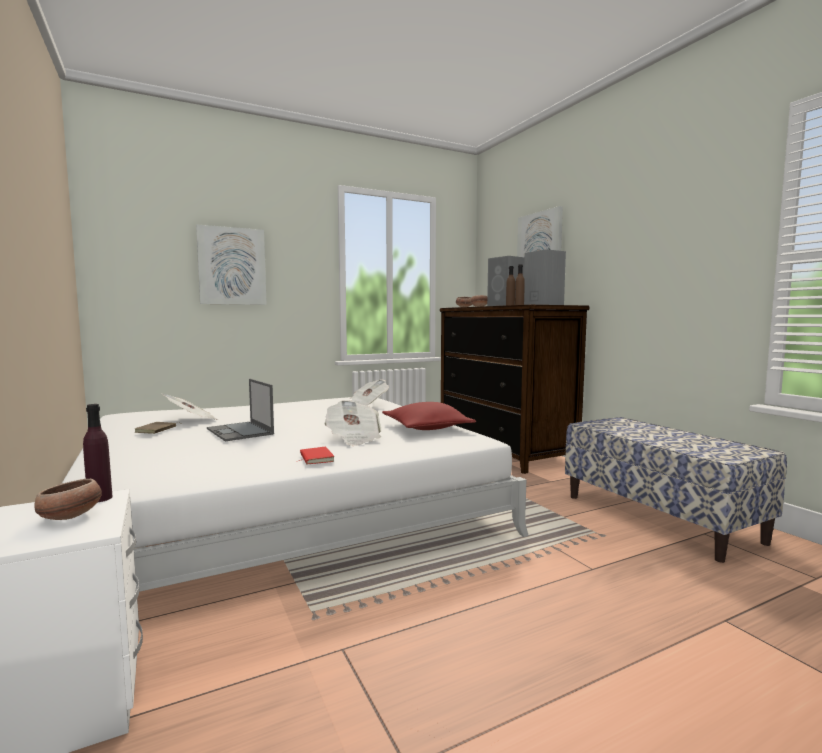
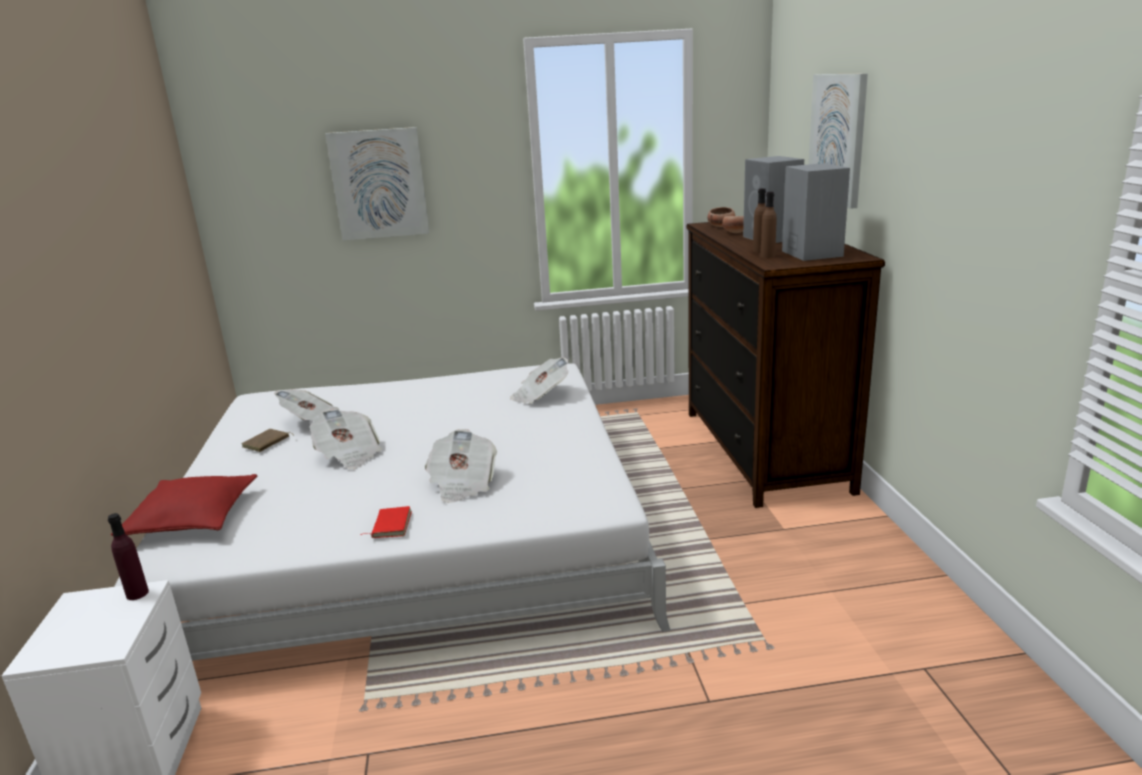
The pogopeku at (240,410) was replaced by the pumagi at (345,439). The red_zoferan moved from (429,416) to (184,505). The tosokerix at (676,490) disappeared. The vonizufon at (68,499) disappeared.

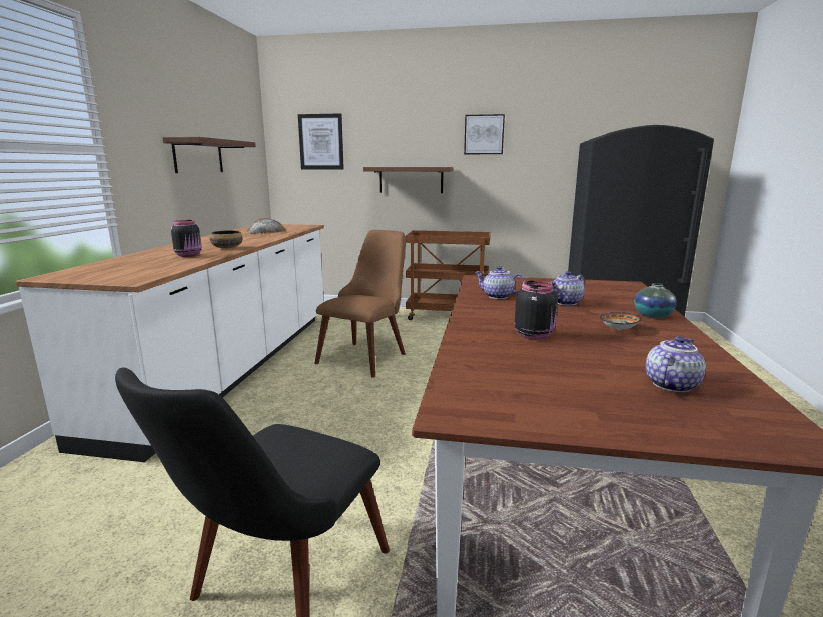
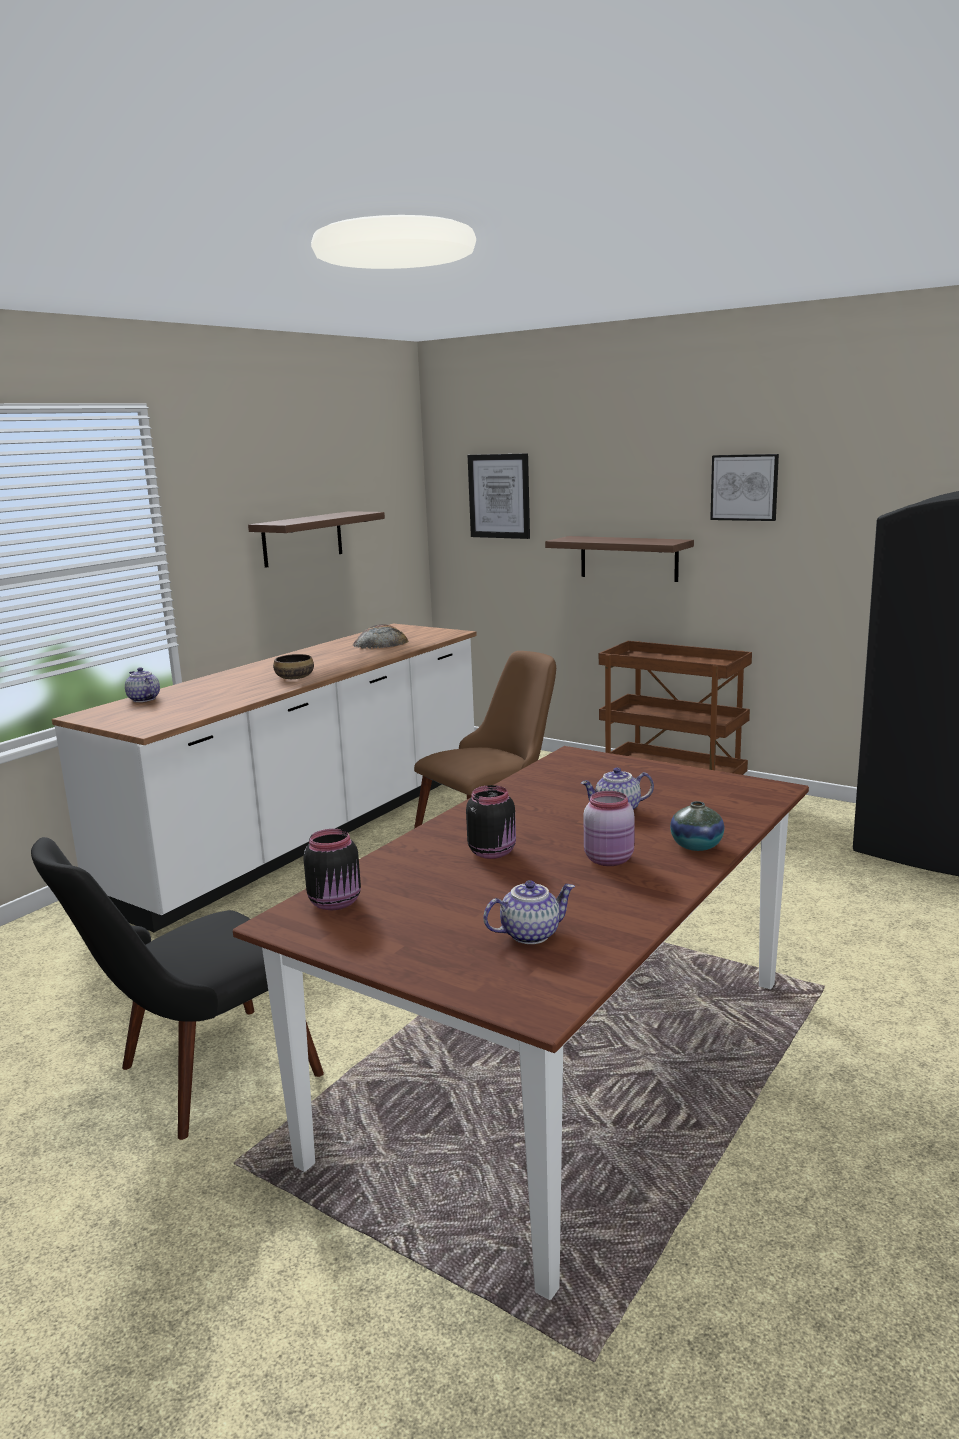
The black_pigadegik moved from (186,238) to (332,869). The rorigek moved from (500,282) to (142,684). The vonizufon at (621,321) was replaced by the pink_pigadegik at (609,828).

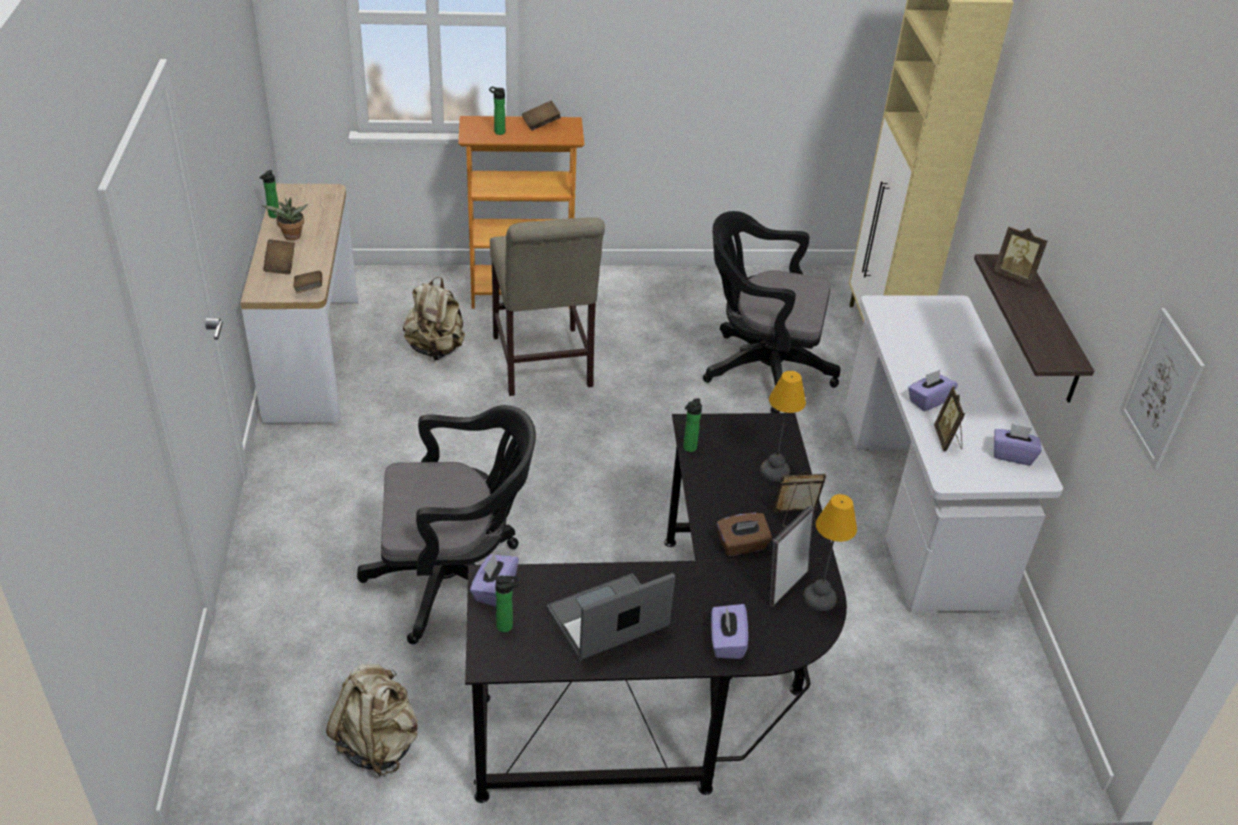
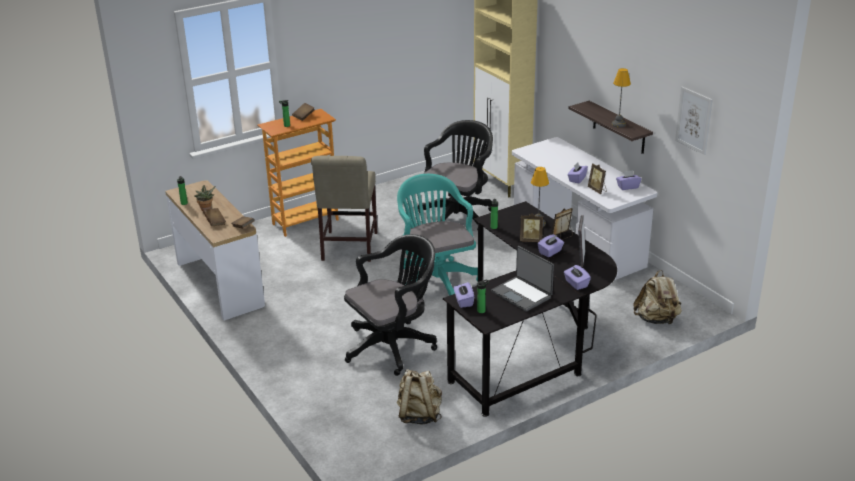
The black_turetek at (772,312) turned 135 degrees clockwise. The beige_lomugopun at (547,307) turned 45 degrees clockwise. The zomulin moved from (1020,256) to (531,227). The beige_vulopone moved from (434,318) to (658,297). The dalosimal moved from (830,552) to (621,98). The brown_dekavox at (744,534) became the purple_dekavox at (551,245). The pogopeku at (611,616) turned 75 degrees counterclockwise. The turquoise_turetek at (437,234) appeared.

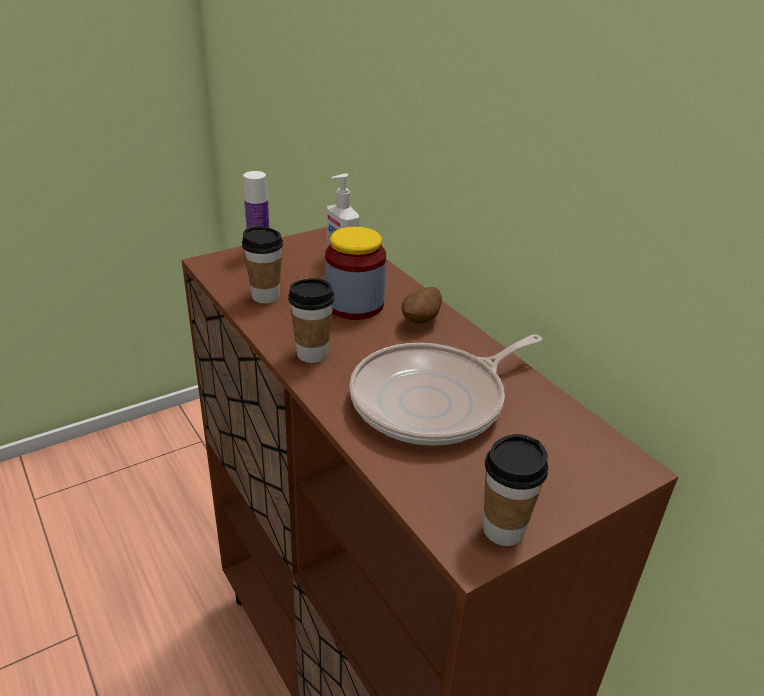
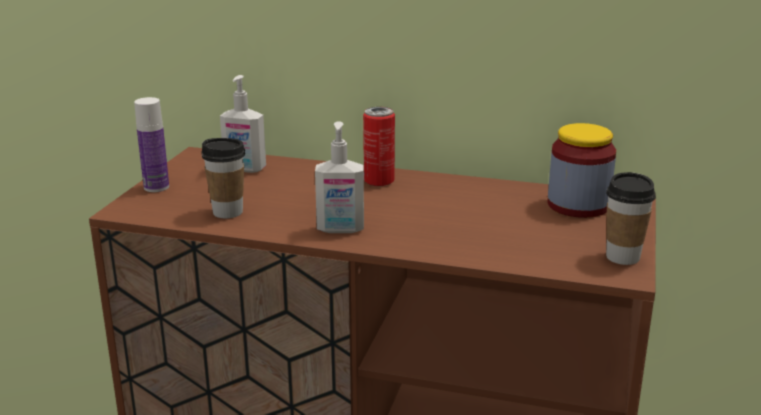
The pigadegik moved from (355,273) to (582,170). The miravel at (311,320) was replaced by the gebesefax at (339,177). The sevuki at (422,305) was replaced by the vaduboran at (379,146). The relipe at (445,390) disappeared.

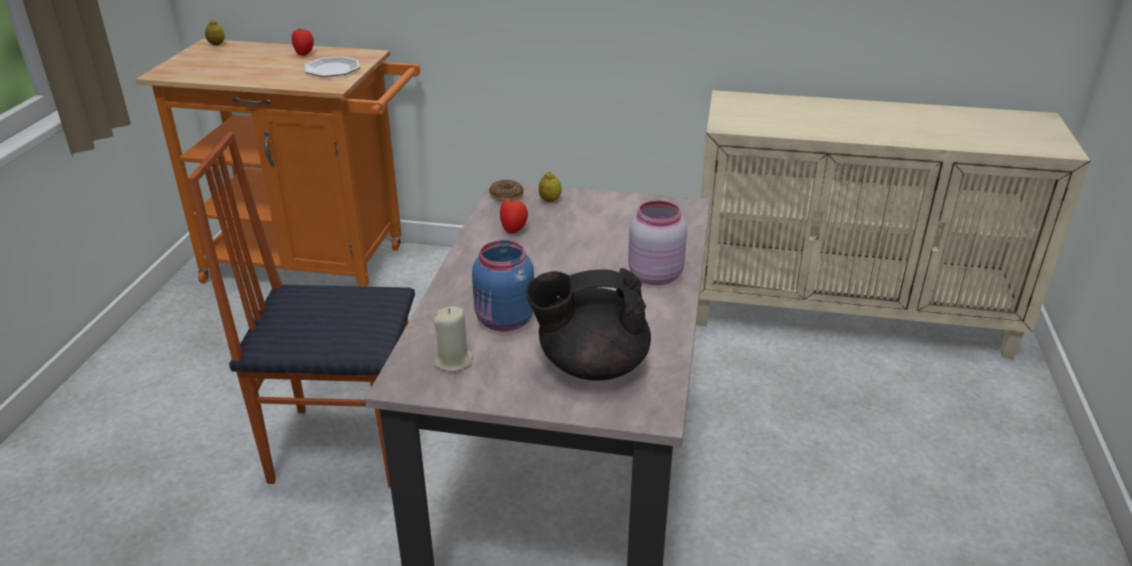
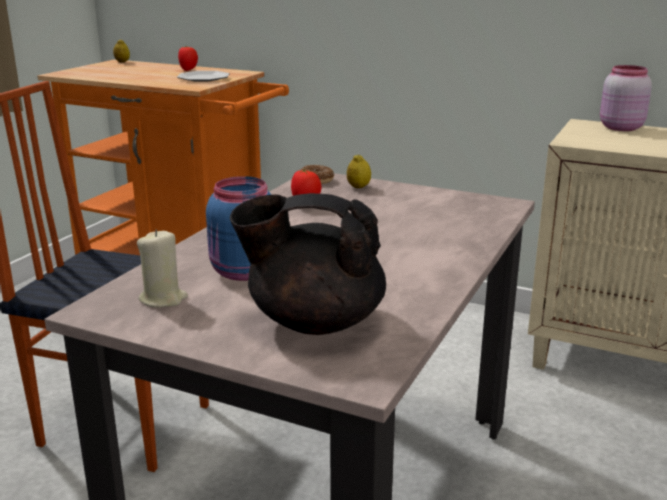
The pink_pigadegik moved from (657,243) to (626,98).

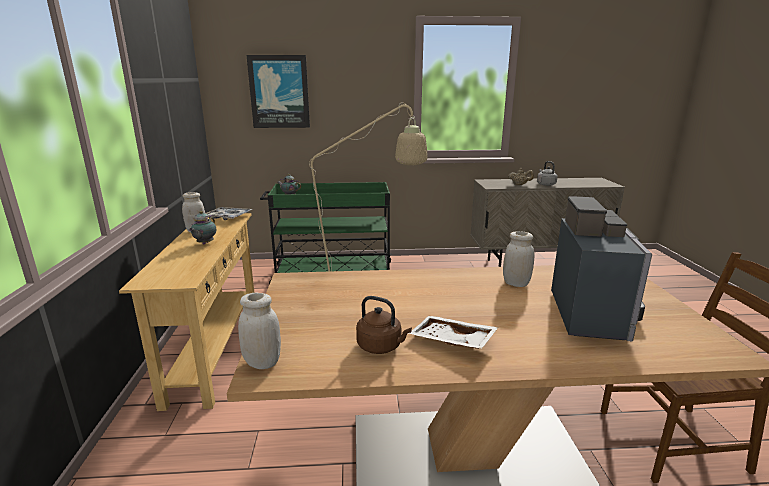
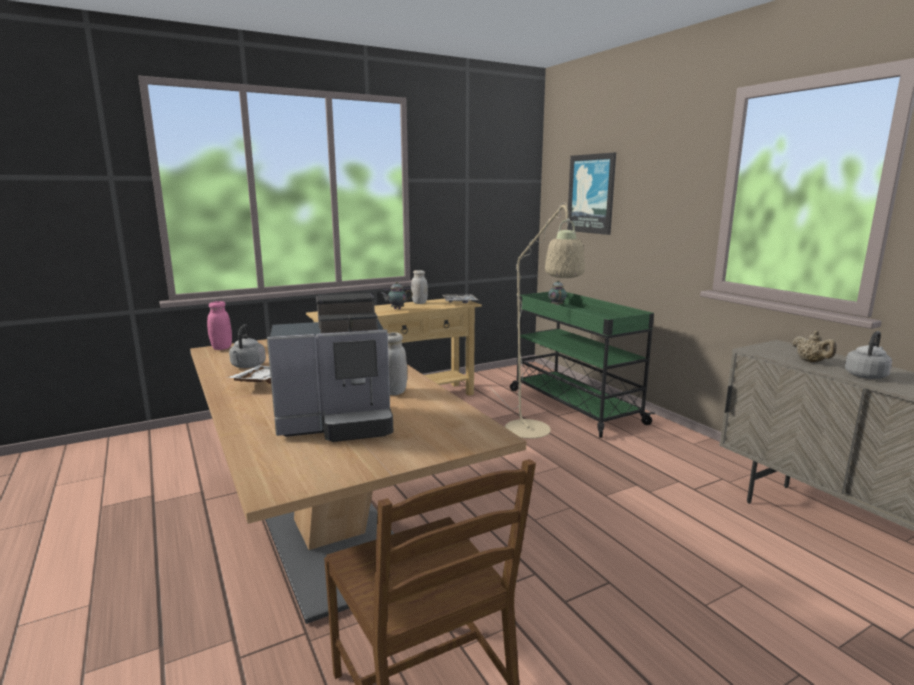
The white_pigadegik at (259,330) became the pink_pigadegik at (219,325). The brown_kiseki at (384,325) became the grey_kiseki at (247,346).

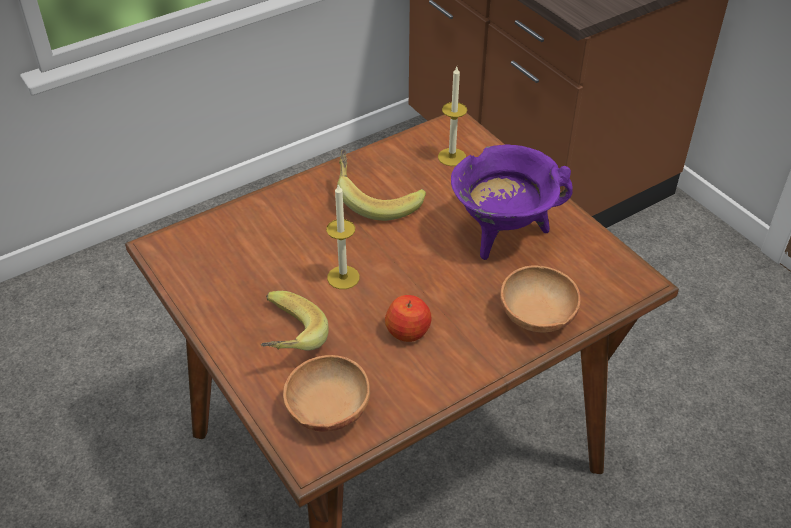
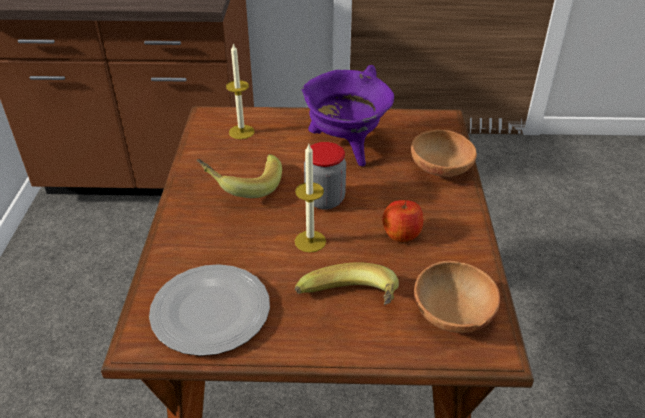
The pigadegik at (325,175) appeared. The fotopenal at (209,310) appeared.

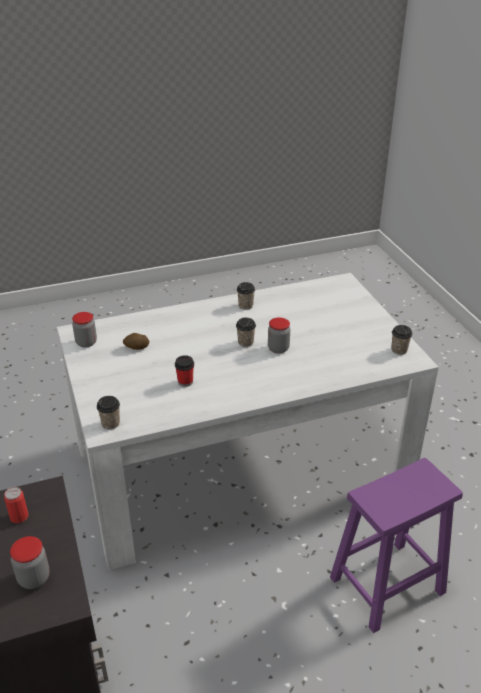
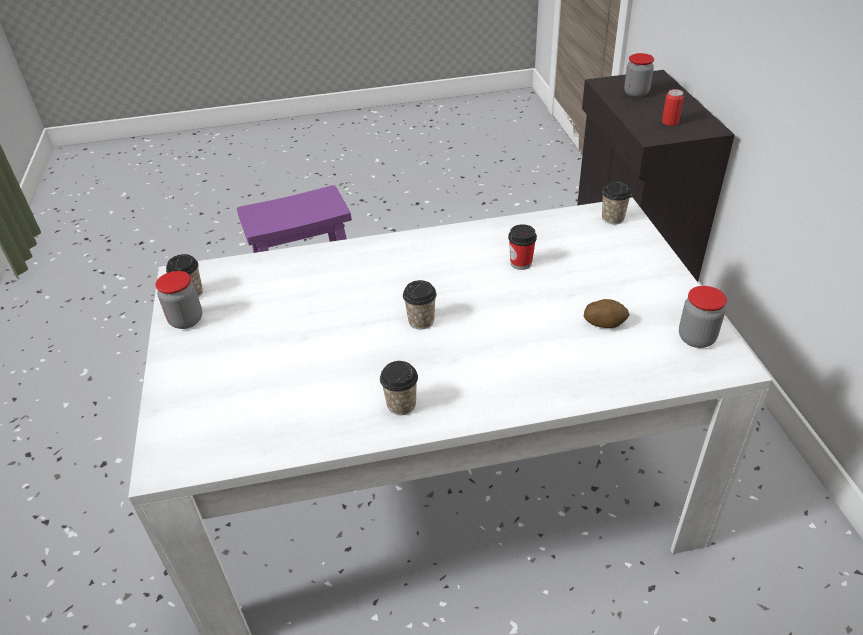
The pigadegik moved from (279,336) to (178,300).

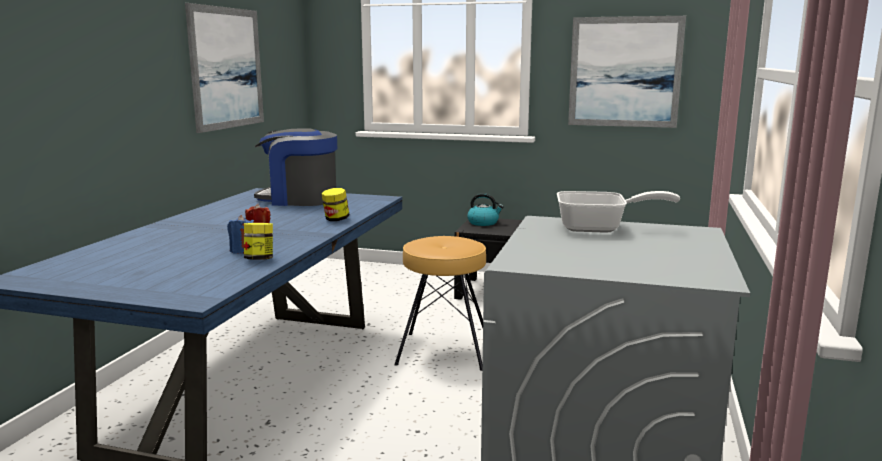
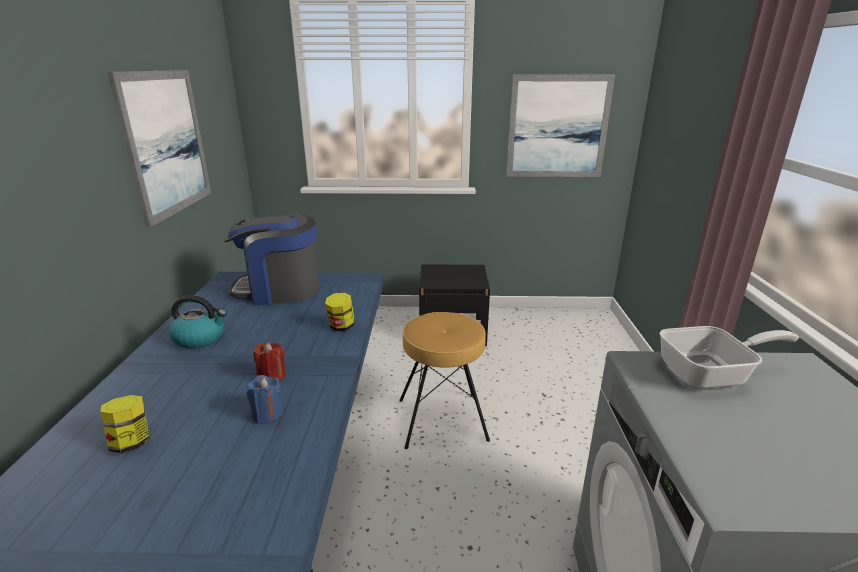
The kiseki moved from (485,209) to (198,321). The pigadegik moved from (258,241) to (125,424).

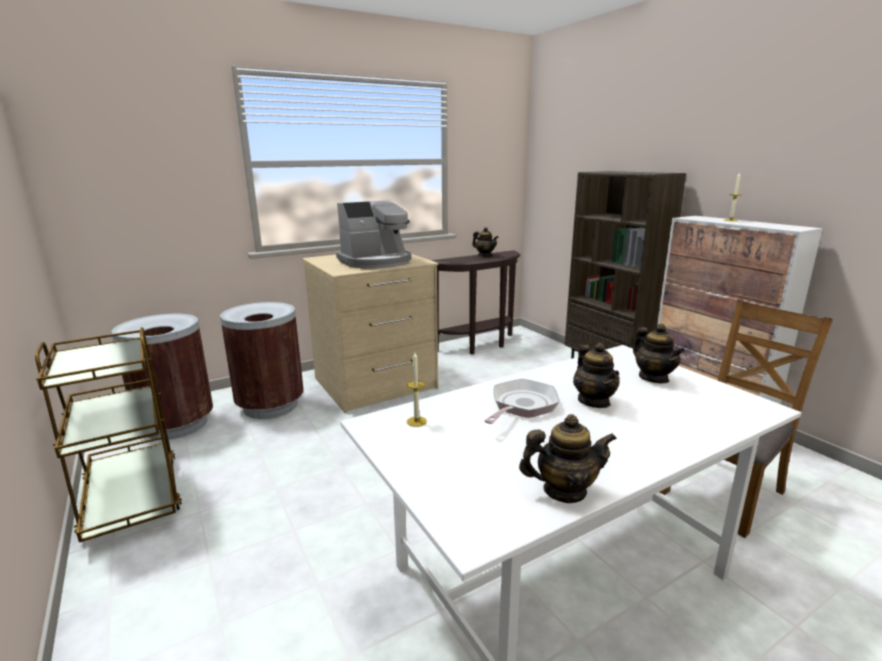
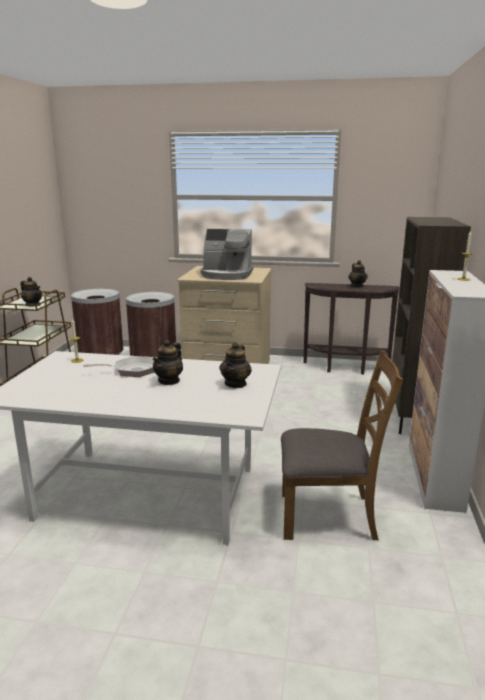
The rorigek moved from (568,458) to (31,291).

